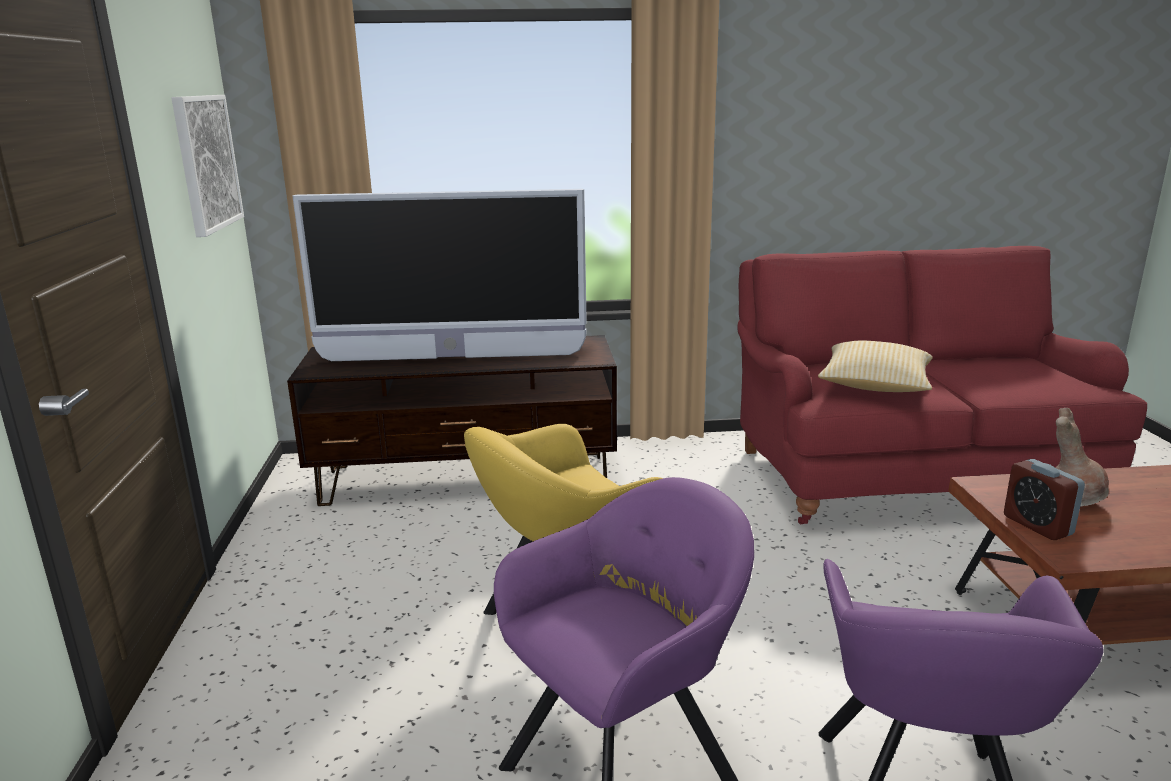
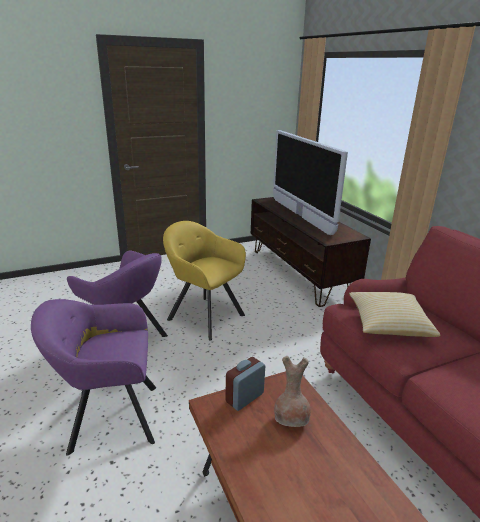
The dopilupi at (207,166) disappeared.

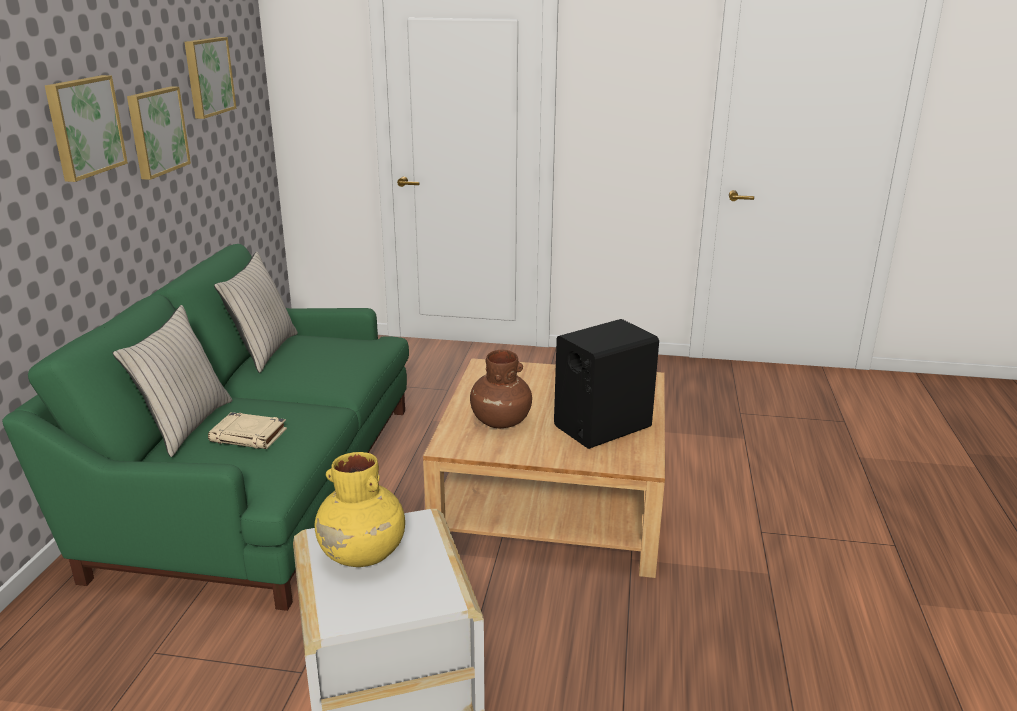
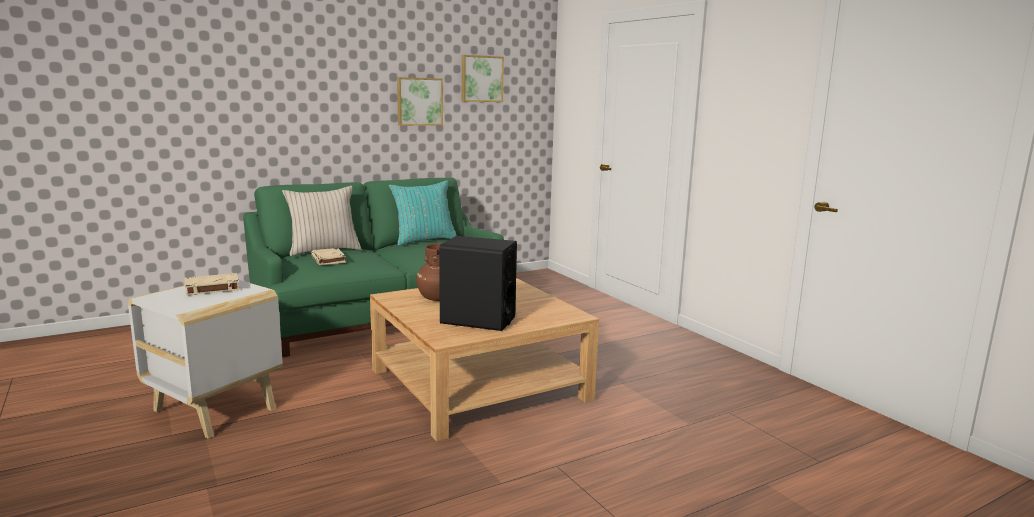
The dopilupi at (86,128) disappeared. The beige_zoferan at (256,312) became the turquoise_zoferan at (423,213). The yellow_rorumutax at (360,509) was replaced by the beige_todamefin at (212,284).

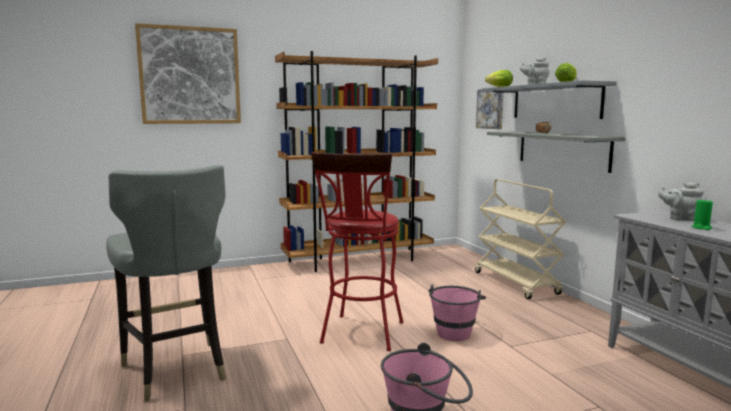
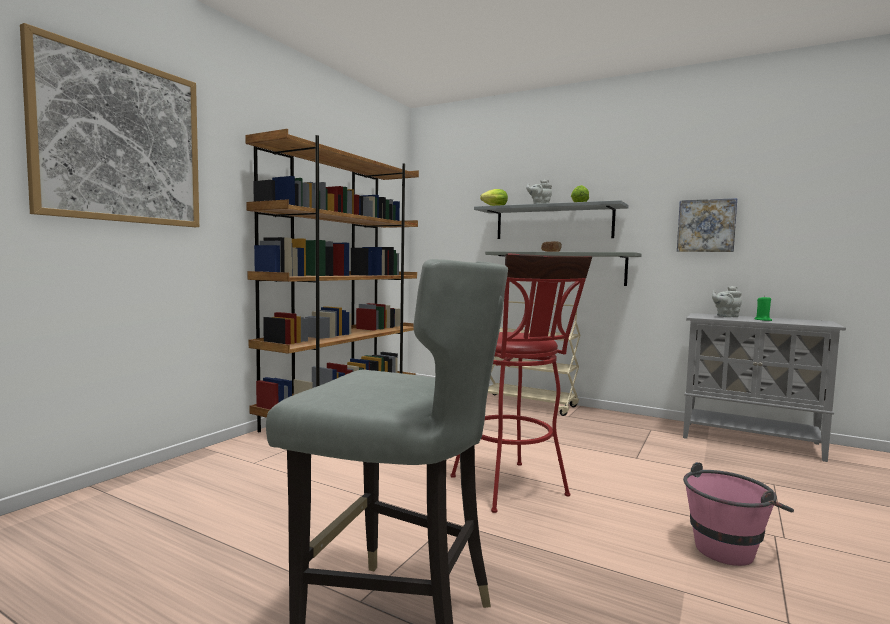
The dopilupi moved from (490,109) to (707,225). The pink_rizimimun at (457,312) disappeared.

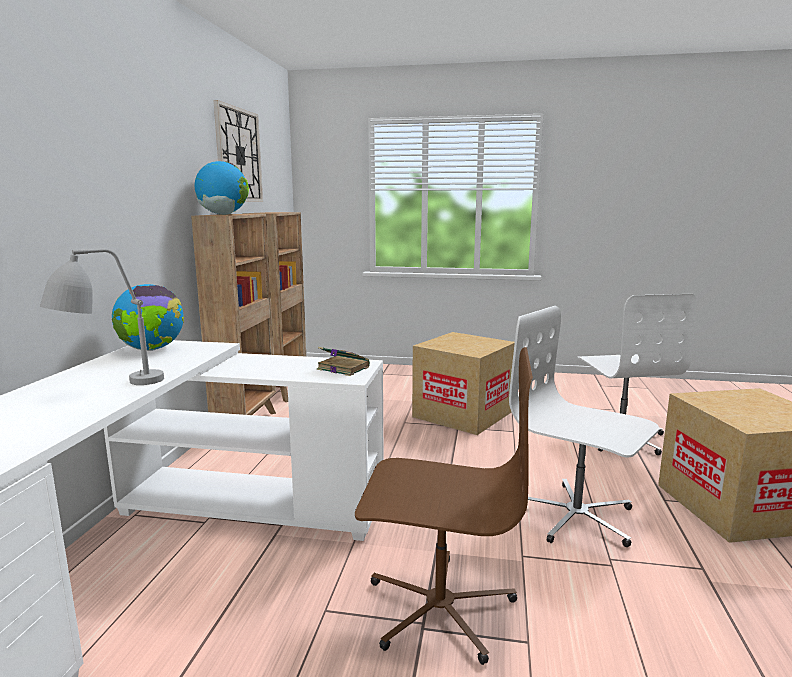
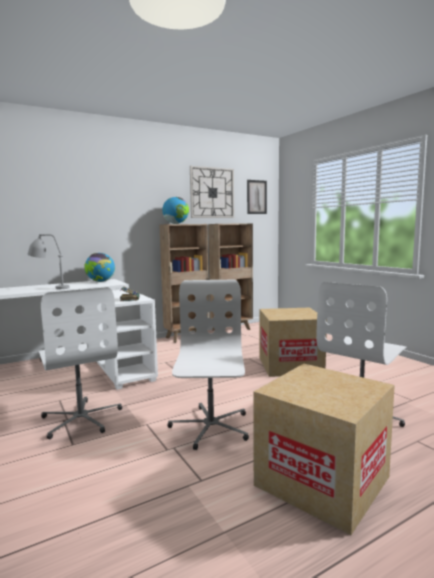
The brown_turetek at (444,506) became the white_turetek at (80,363). The dopilupi at (257,197) appeared.

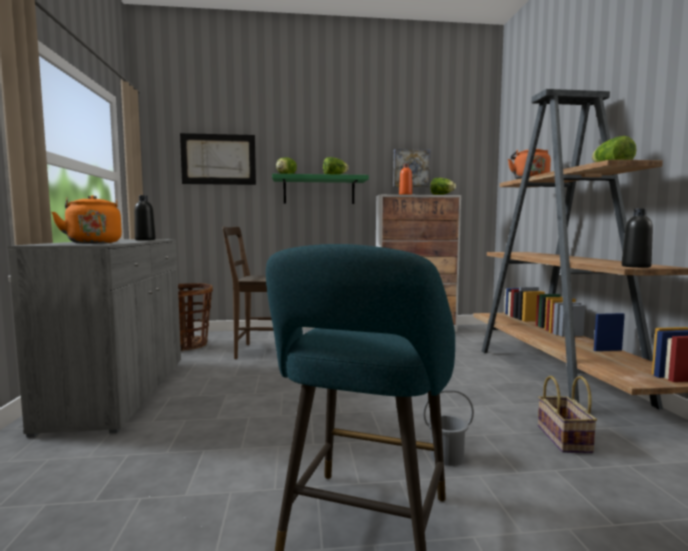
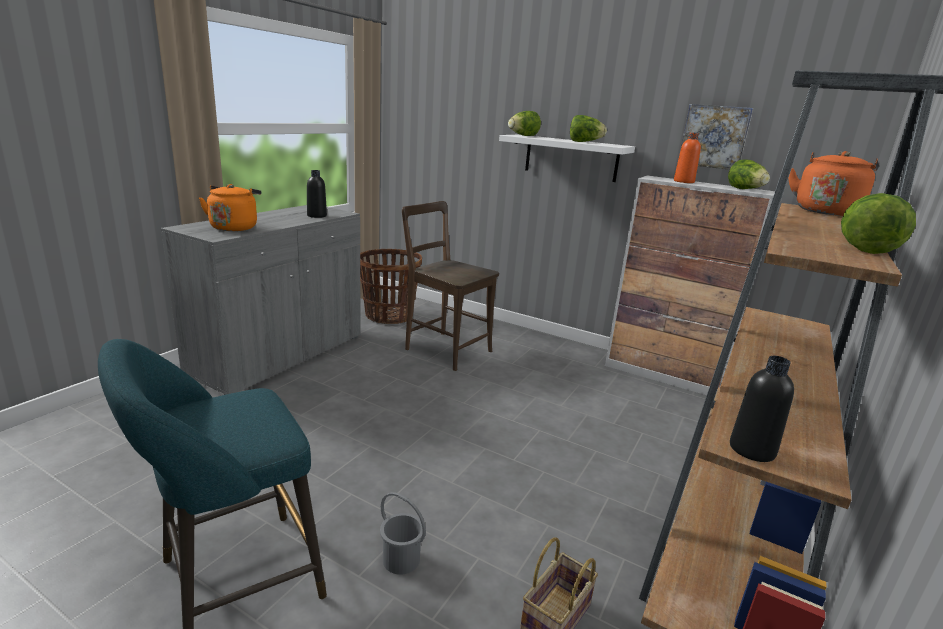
The dopilupi at (218,159) disappeared. The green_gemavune at (320,189) became the white_gemavune at (567,158).

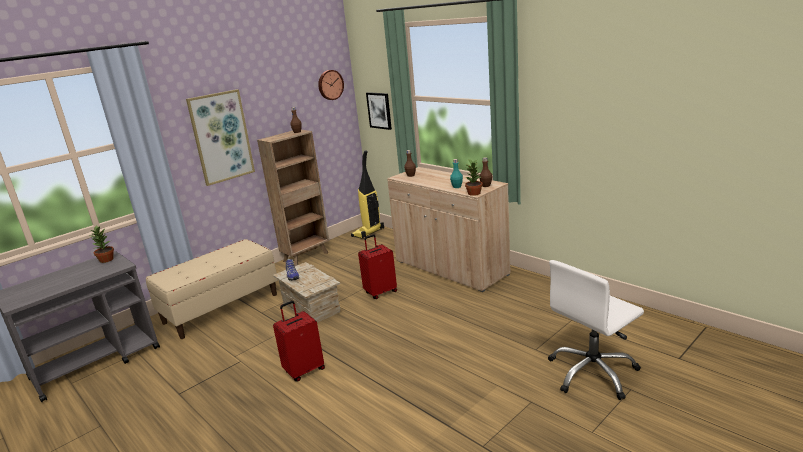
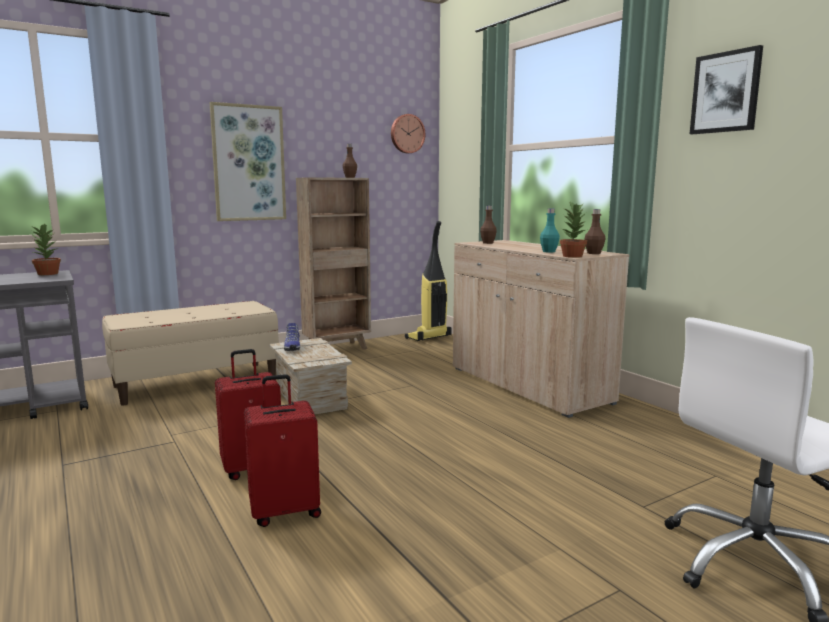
The dopilupi moved from (379,111) to (726,89). The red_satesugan moved from (377,267) to (282,450).

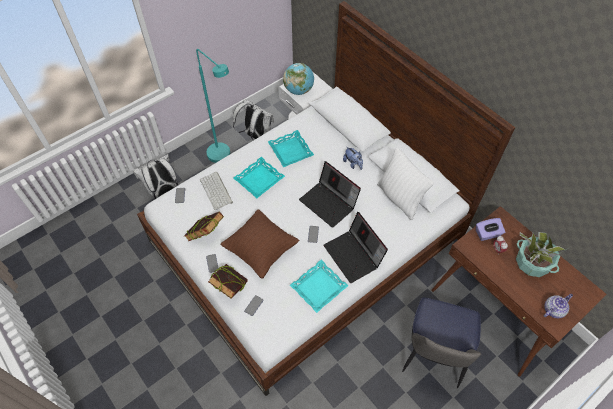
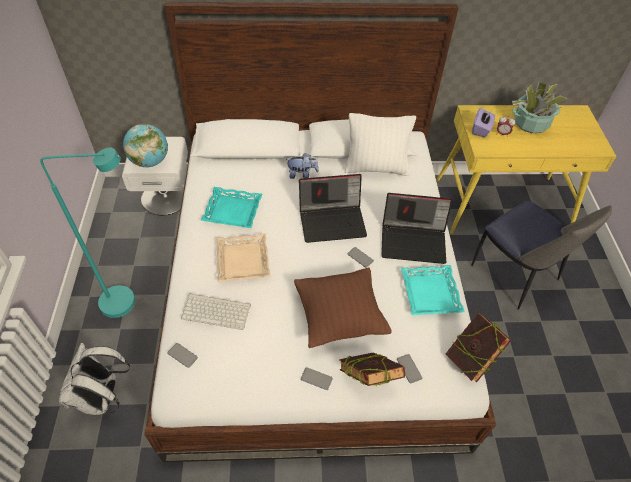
The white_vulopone at (253,119) disappeared. The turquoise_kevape at (259,177) became the beige_kevape at (243,257). The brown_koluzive at (519,291) became the yellow_koluzive at (527,169). The todamefin moved from (204,226) to (478,347). The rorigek at (558,306) disappeared.

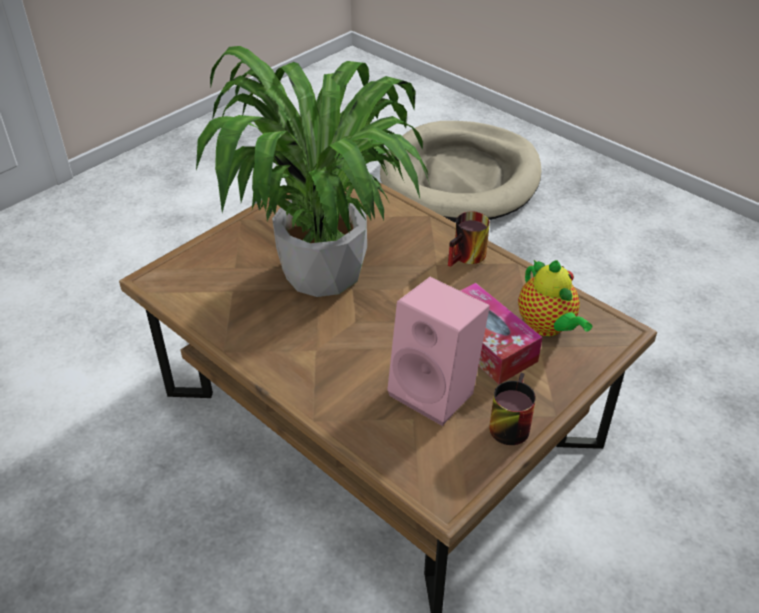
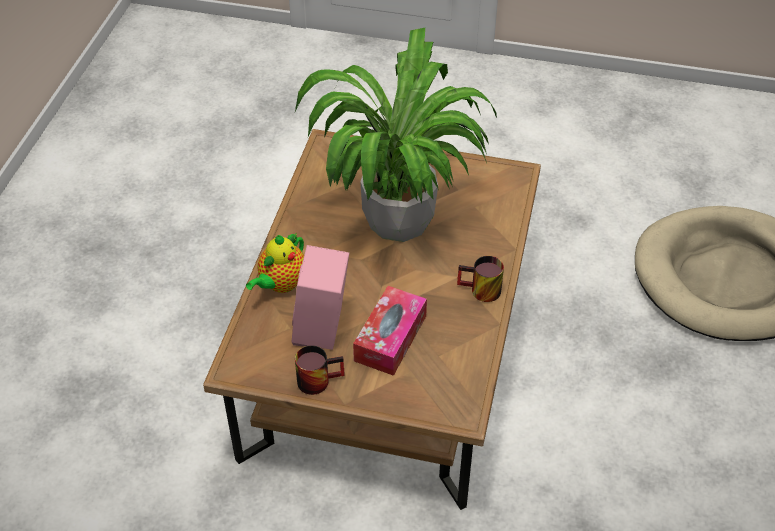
The rorigek moved from (555,298) to (275,262).

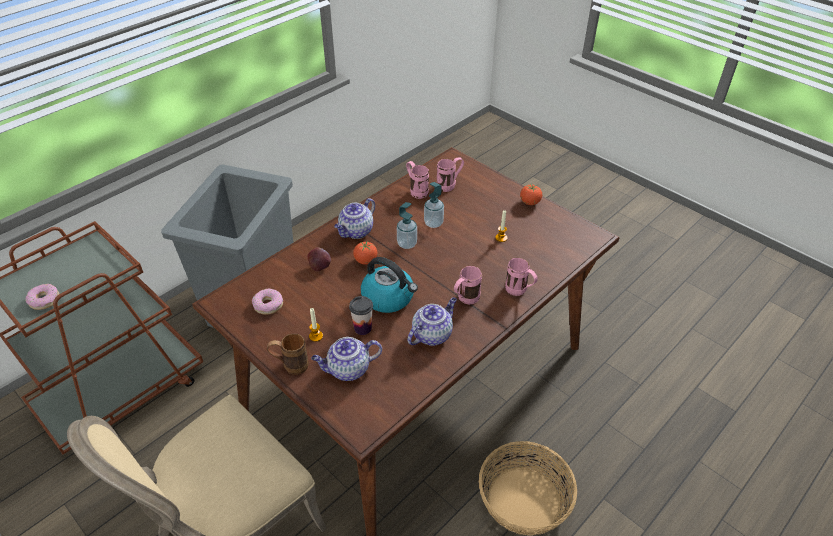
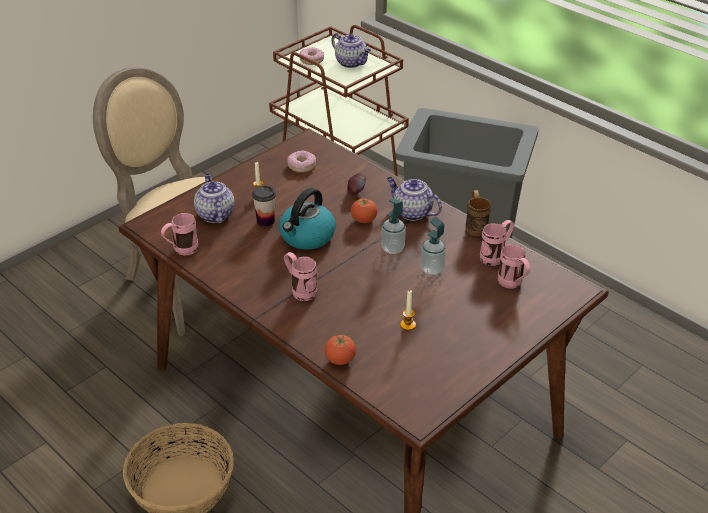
The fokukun moved from (531,195) to (340,350). The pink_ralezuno moved from (521,277) to (179,234). The rorigek moved from (432,322) to (351,50). The brown_ralezuno moved from (288,354) to (478,214).

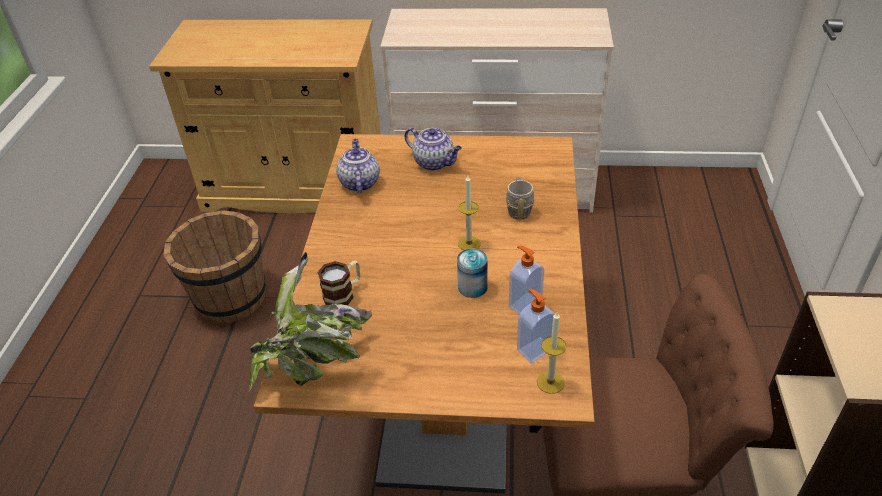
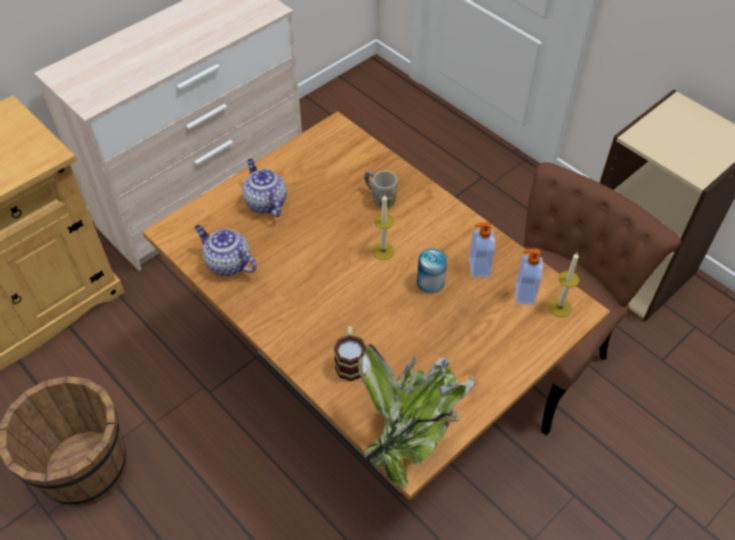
The rorigek at (433,149) turned 105 degrees counterclockwise.

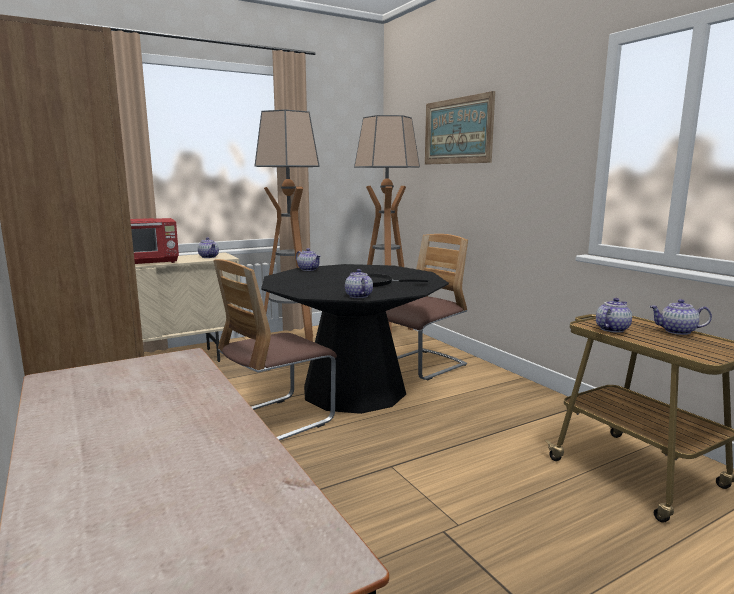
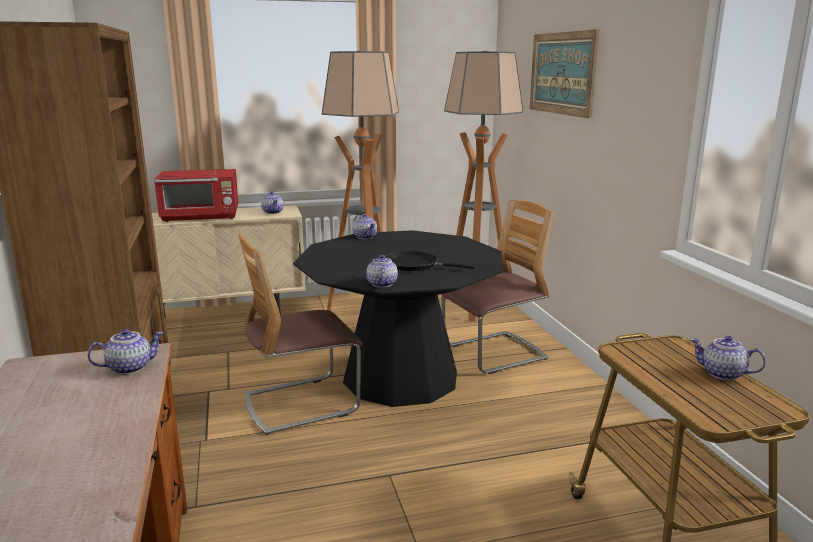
The rorigek moved from (614,315) to (125,351).

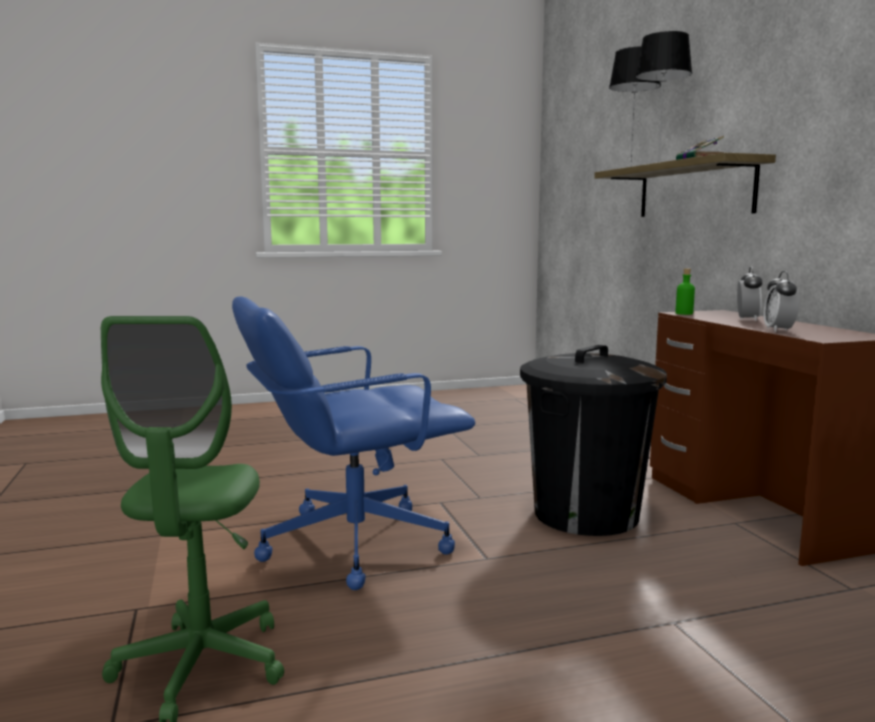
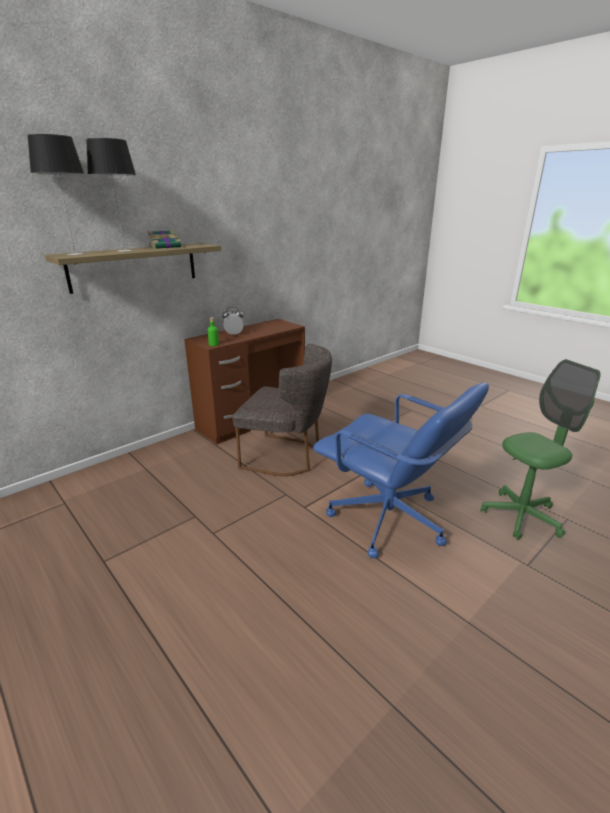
The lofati at (782,301) disappeared. The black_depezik at (593,440) was replaced by the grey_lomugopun at (282,410).

